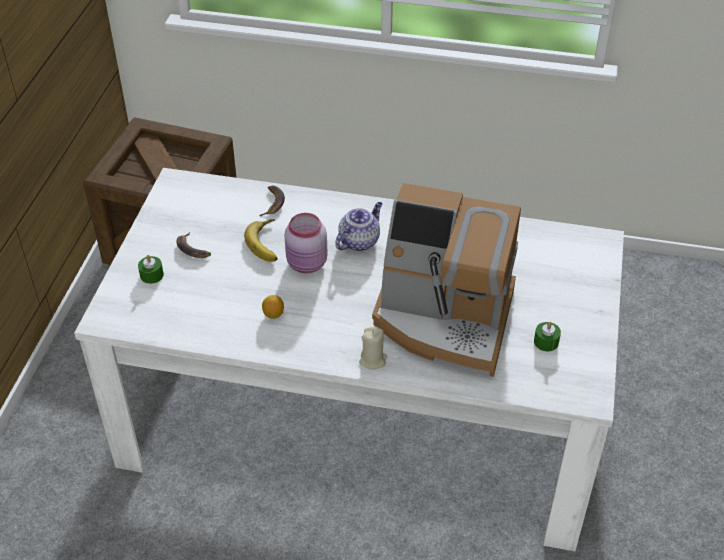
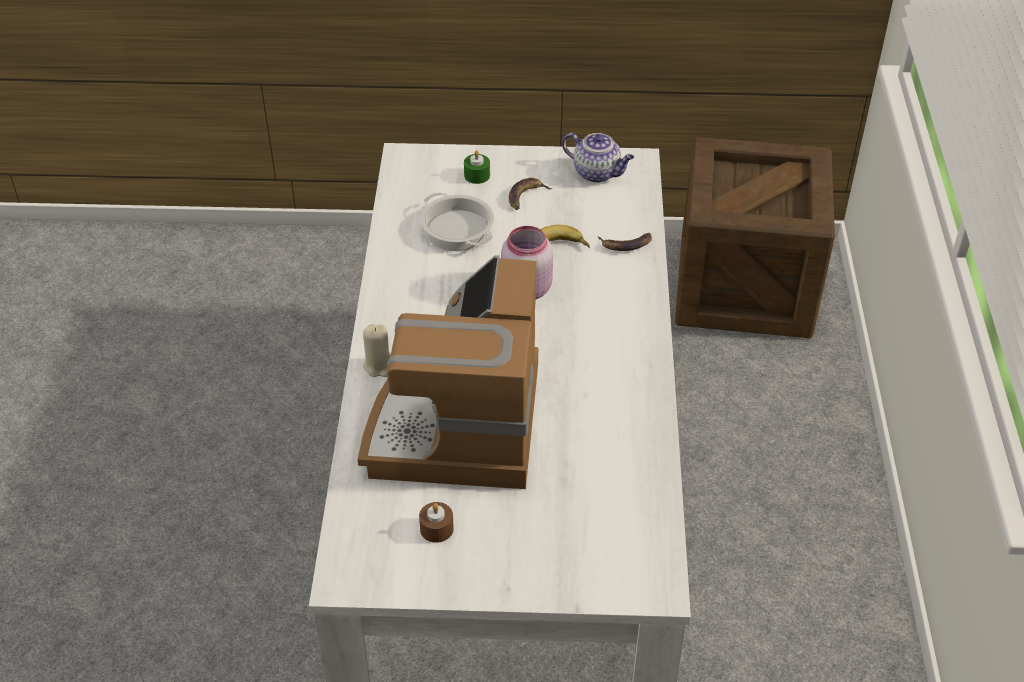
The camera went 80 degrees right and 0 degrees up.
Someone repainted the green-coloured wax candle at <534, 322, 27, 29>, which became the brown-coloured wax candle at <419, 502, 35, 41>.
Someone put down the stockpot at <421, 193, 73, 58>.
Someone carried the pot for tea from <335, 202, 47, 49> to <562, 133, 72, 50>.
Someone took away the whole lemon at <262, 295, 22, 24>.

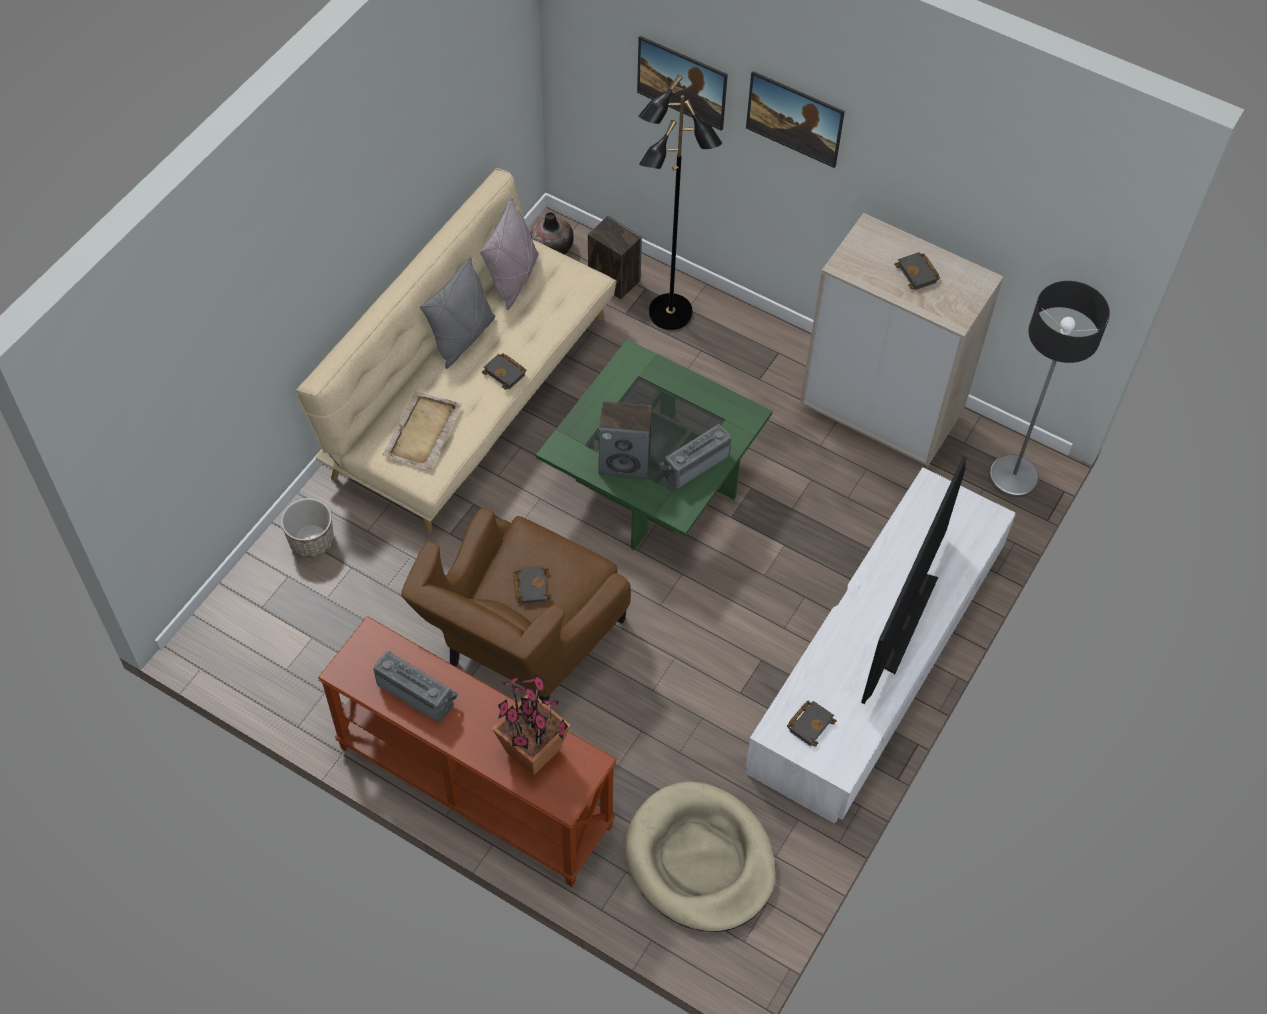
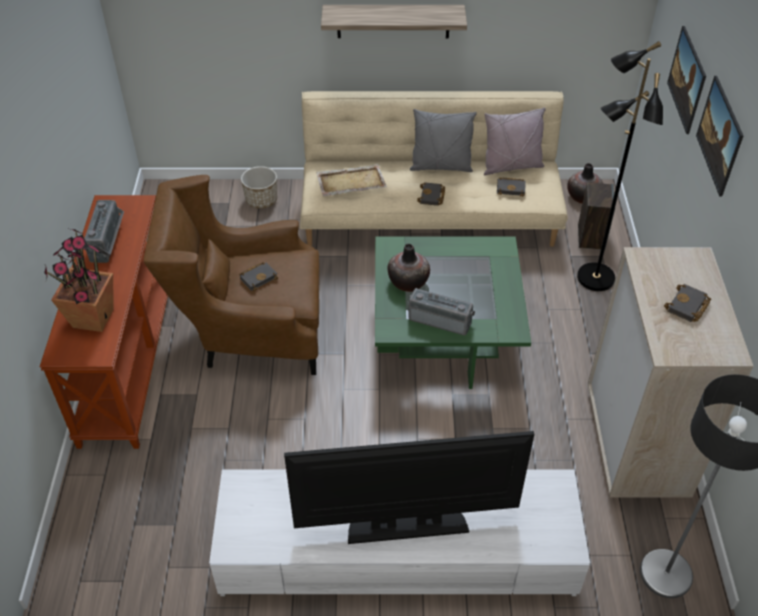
The camera went 60 degrees right and 10 degrees down.
Someone put up the wall shelf at <321, 5, 146, 33>.
Someone swapped the speaker at <598, 401, 54, 78> for the vase at <388, 244, 42, 48>.
Someone carried the black-coloured volume from <787, 700, 50, 47> to <497, 178, 29, 19>.
Someone took away the beige-coloured dog bed at <625, 781, 151, 151>.

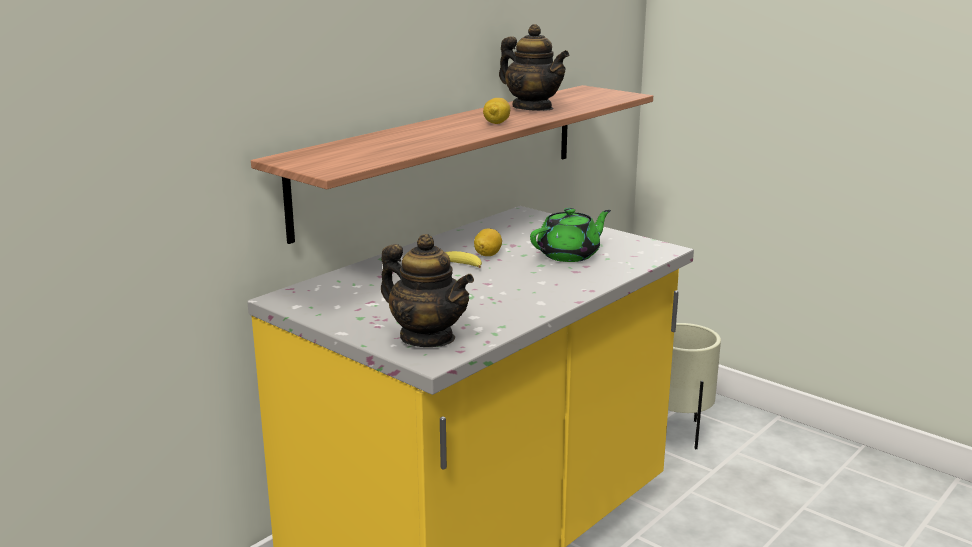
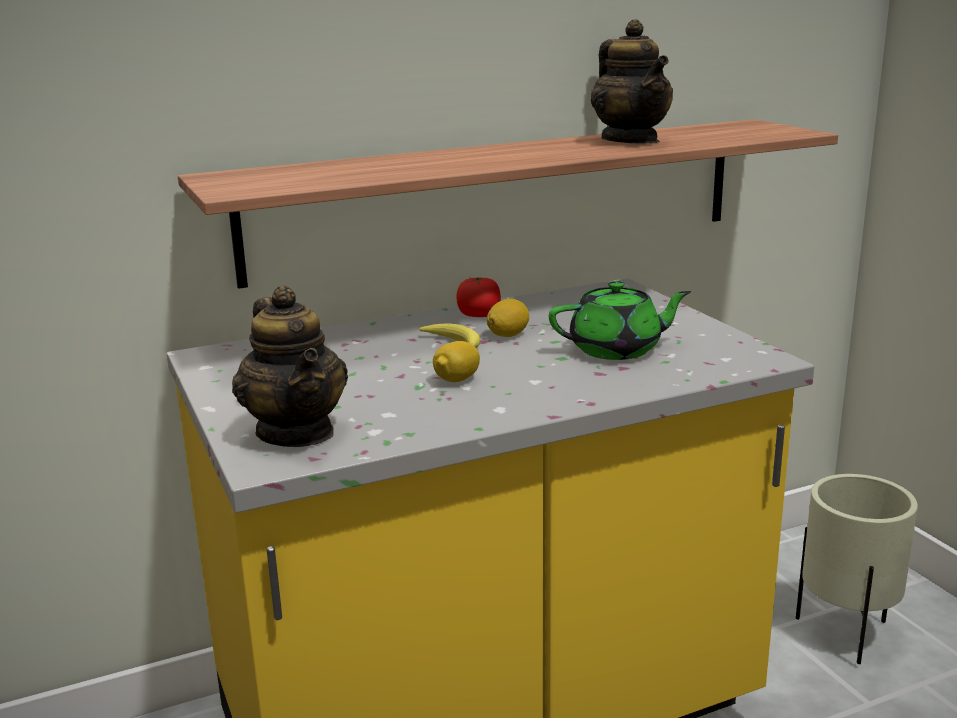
The camera went 25 degrees right and 0 degrees up.
Someone carried the whole lemon from <483, 98, 27, 26> to <433, 341, 47, 41>.
Someone put down the tomato at <456, 277, 45, 40>.

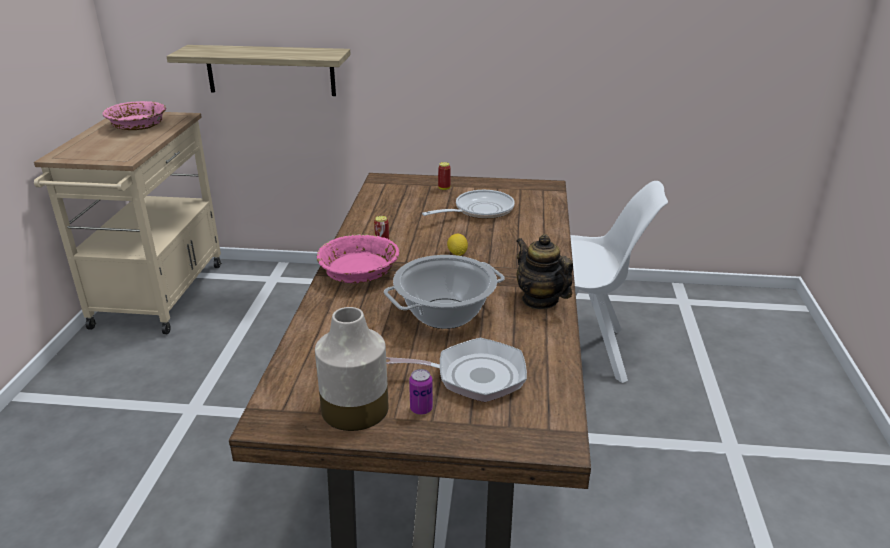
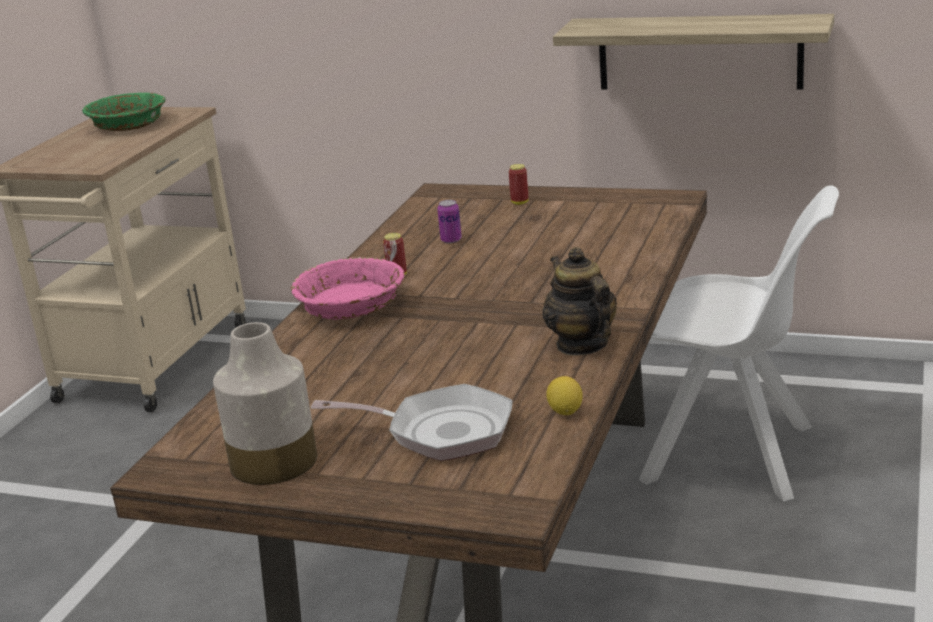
The camera went 15 degrees right and 5 degrees down.
Someone repainted the pink serving bowl at <102, 101, 64, 29>, which became the green-coloured serving bowl at <82, 93, 84, 38>.
Someone carried the sealed can from <409, 369, 24, 46> to <437, 200, 25, 43>.
Someone carried the whole lemon from <447, 234, 21, 22> to <546, 376, 37, 39>.
Someone carried the wall shelf from <166, 45, 185, 51> to <553, 14, 281, 75>.
Someone took away the stockpot at <384, 255, 121, 74>.
Someone took away the pan at <422, 190, 93, 29>.

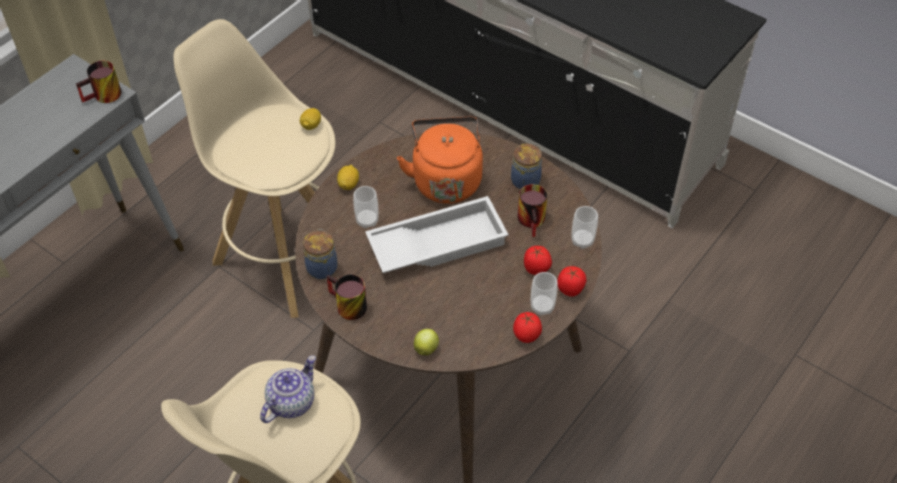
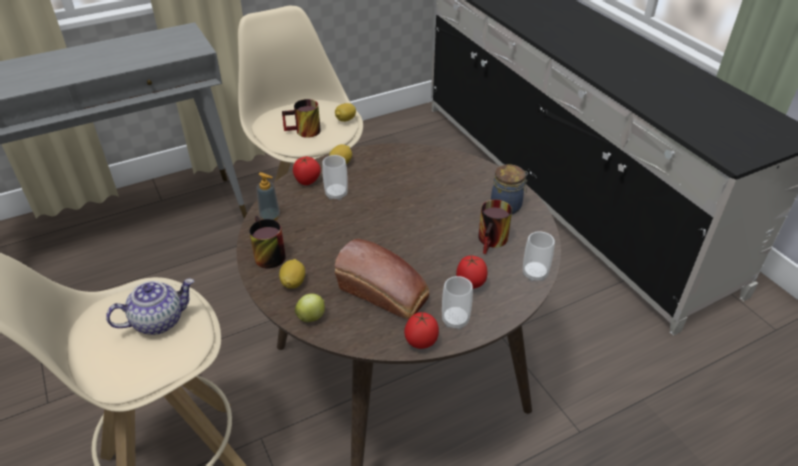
The camera went 25 degrees right and 10 degrees down.
Someone swapped the jar at <303, 229, 35, 50> for the soap bottle at <256, 172, 24, 48>.
Someone put down the whole lemon at <279, 259, 26, 30>.
Someone carried the mug from <76, 61, 46, 42> to <282, 99, 39, 39>.
Someone carried the tomato from <557, 266, 29, 31> to <293, 156, 28, 29>.
Someone put down the bakery bread at <334, 239, 95, 81>.
Someone took away the white serving tray at <365, 196, 144, 77>.
Someone took away the orangey water kettle at <397, 117, 86, 87>.

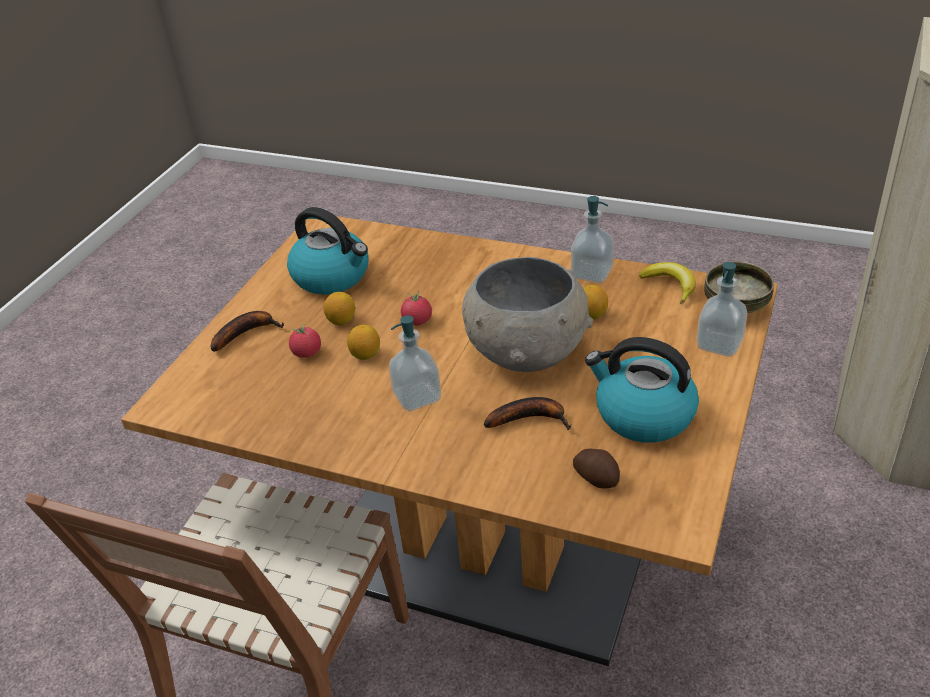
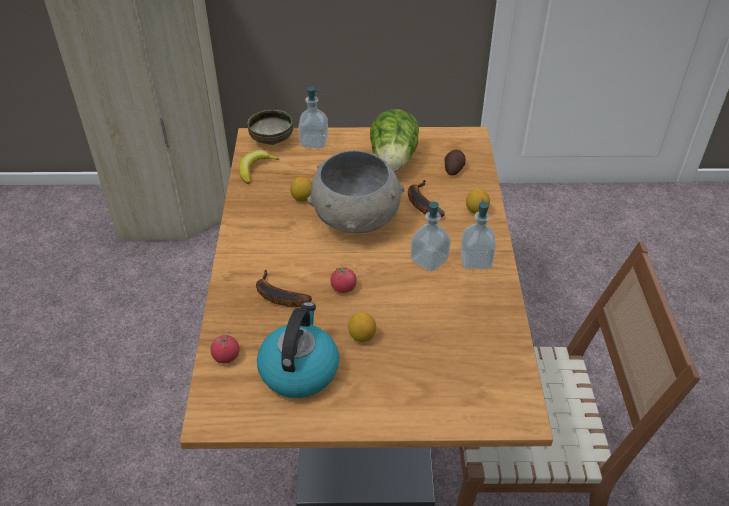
The camera went 115 degrees left and 5 degrees up.
Someone carried the tomato from <289, 324, 32, 34> to <211, 332, 28, 31>.
Someone carried the banana from <211, 311, 73, 41> to <256, 270, 56, 37>.
Someone swapped the water kettle at <585, 337, 114, 106> for the lettuce at <370, 109, 49, 62>.
Someone carried the soap bottle from <571, 196, 43, 87> to <461, 199, 35, 70>.
Someone carried the whole lemon from <347, 325, 33, 35> to <466, 189, 24, 25>.

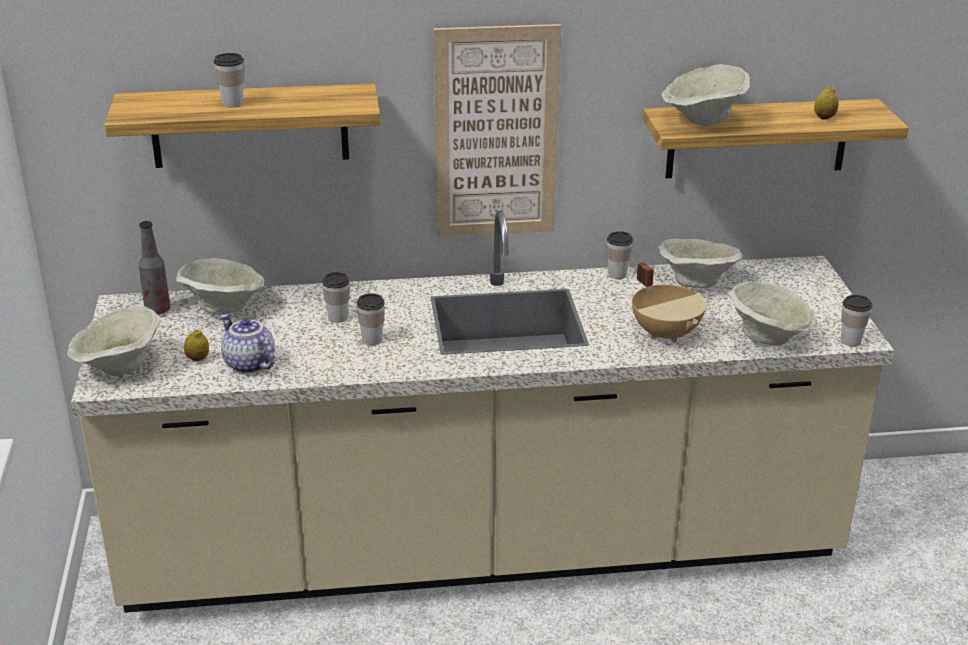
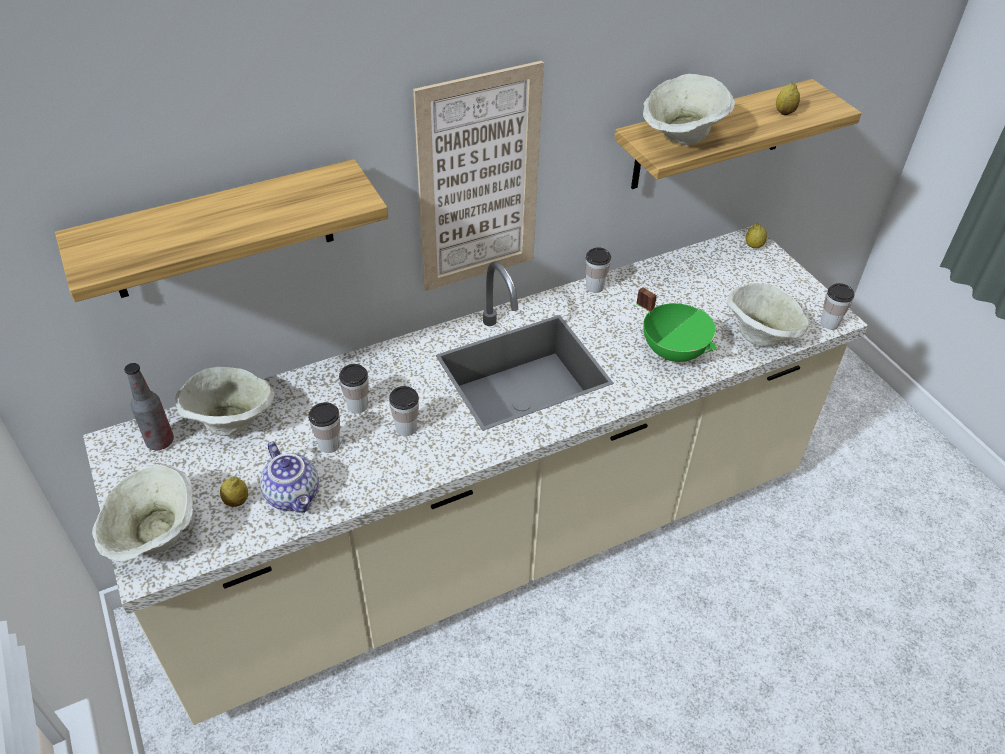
The camera went 20 degrees left and 15 degrees up.
Someone rotated the pot for tea at <220, 314, 55, 59> by 150 degrees counterclockwise.
Someone carried the drinking cup from <213, 53, 31, 55> to <308, 402, 32, 51>.
Someone repainted the beige-coloured stockpot at <632, 262, 75, 80>, which became the green-coloured stockpot at <636, 287, 82, 75>.
Someone put down the whole lemon at <746, 223, 21, 25>.
Someone took away the beige-coloured serving bowl at <658, 239, 84, 49>.

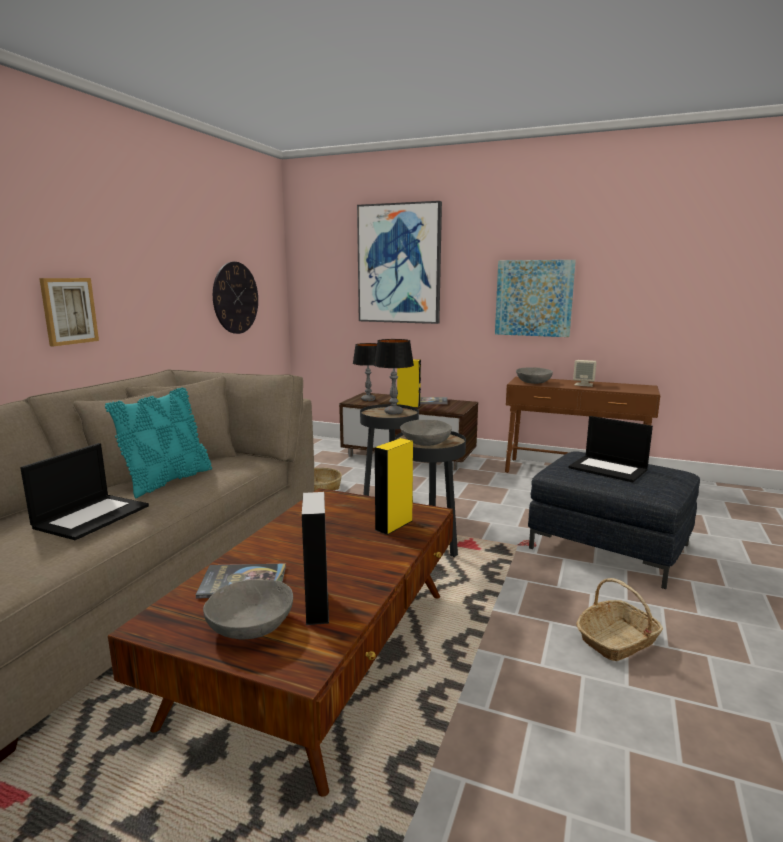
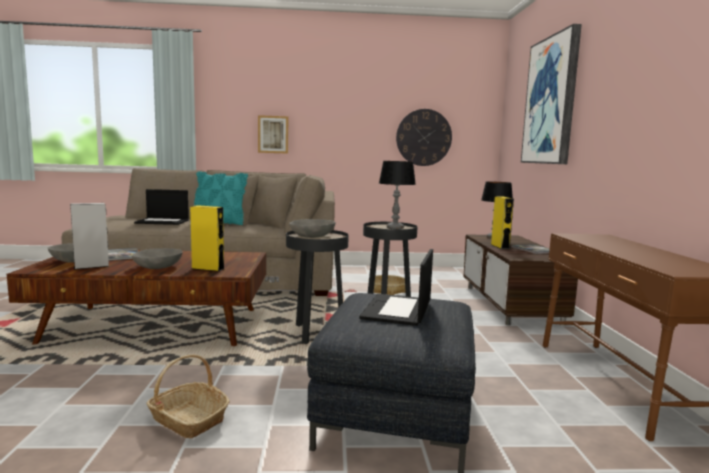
The camera went 65 degrees right and 5 degrees down.
Someone carried the grey serving bowl from <516, 367, 37, 17> to <132, 248, 51, 21>.
Someone took away the picture at <495, 260, 81, 77>.
Someone took away the beige-coloured speaker at <573, 360, 24, 27>.

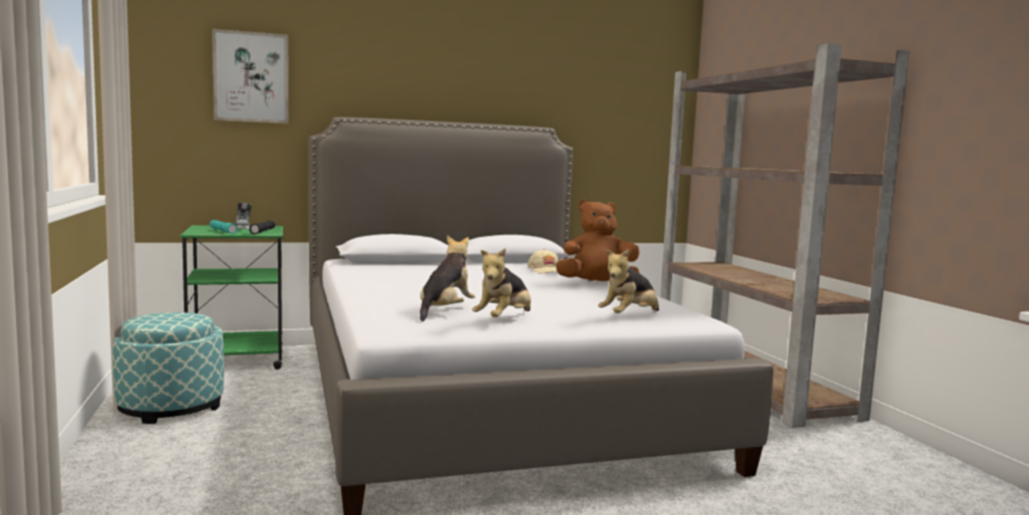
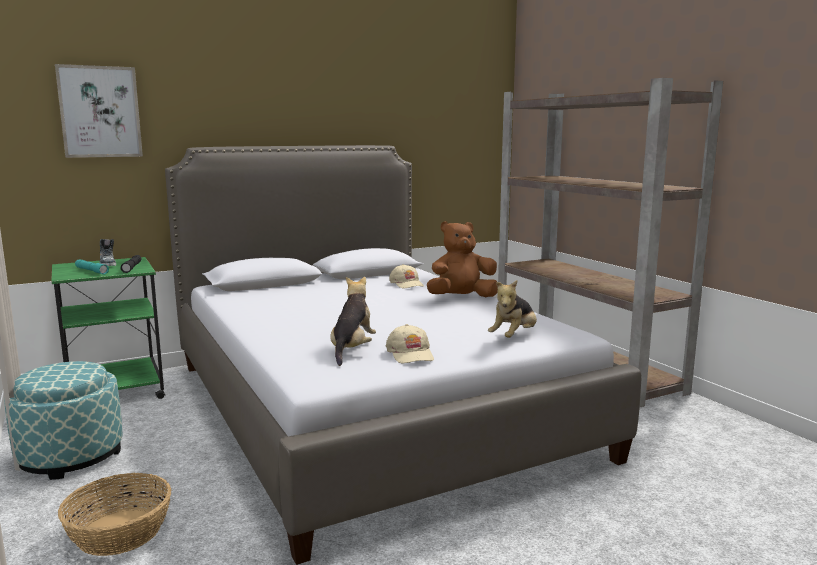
The camera went 10 degrees left and 5 degrees up.
Someone put down the household basket at <58, 473, 113, 83>.
Someone swapped the cuddly toy at <472, 248, 59, 69> for the beige-coloured cap at <386, 324, 48, 40>.

